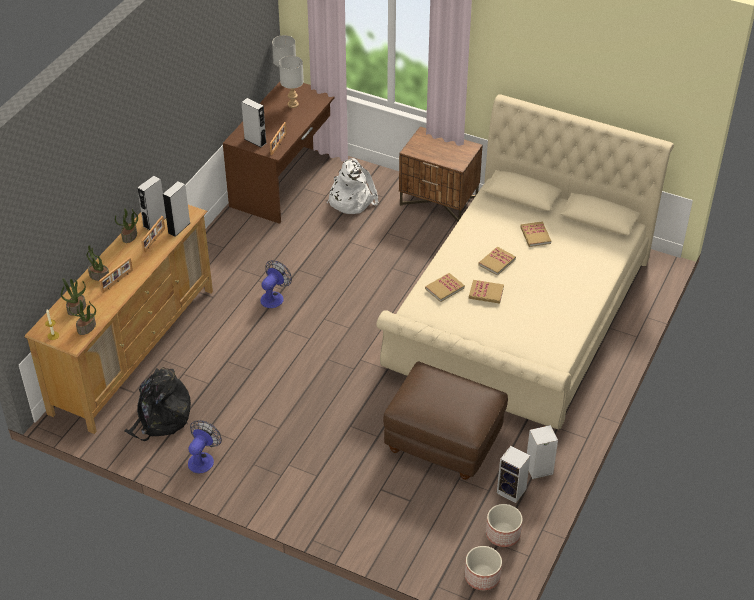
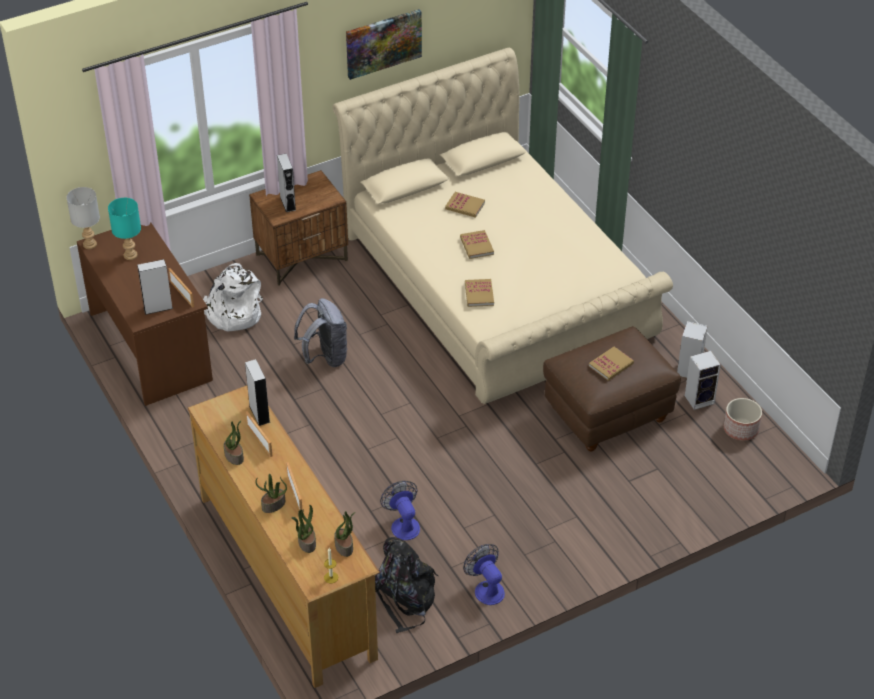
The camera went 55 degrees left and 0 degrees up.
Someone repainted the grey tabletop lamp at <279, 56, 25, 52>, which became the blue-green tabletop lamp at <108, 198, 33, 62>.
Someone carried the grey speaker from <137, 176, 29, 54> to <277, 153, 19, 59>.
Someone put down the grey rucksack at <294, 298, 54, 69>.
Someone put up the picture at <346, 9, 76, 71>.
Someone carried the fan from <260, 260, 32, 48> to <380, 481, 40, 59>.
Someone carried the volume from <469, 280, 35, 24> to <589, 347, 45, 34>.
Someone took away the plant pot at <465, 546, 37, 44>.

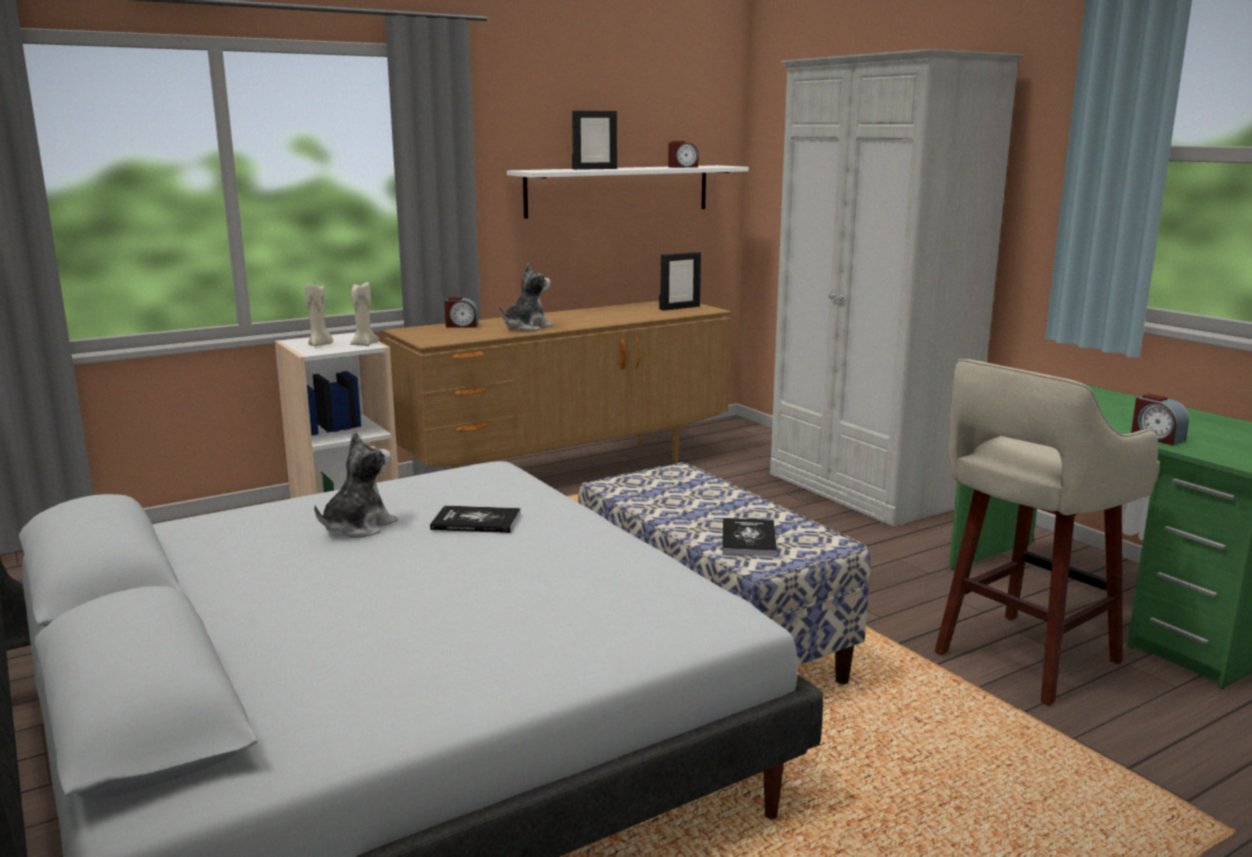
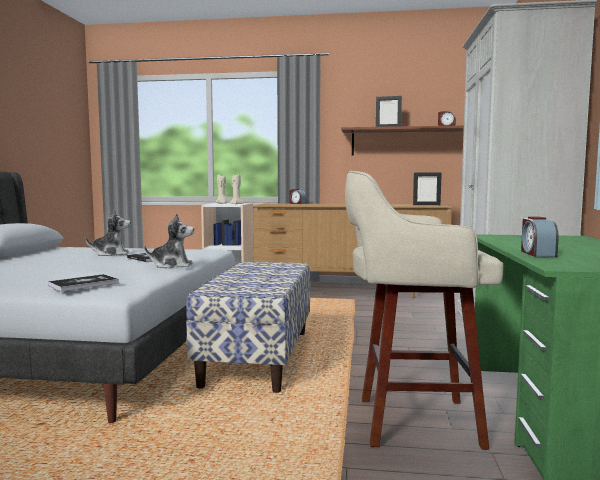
The camera went 40 degrees right and 10 degrees down.
Someone carried the volume from <722, 518, 55, 39> to <48, 274, 71, 17>.
Someone carried the cuddly toy from <499, 263, 54, 68> to <144, 214, 50, 55>.
Someone repainted the white wall shelf at <507, 165, 242, 53>, which became the brown-coloured wall shelf at <341, 125, 123, 30>.

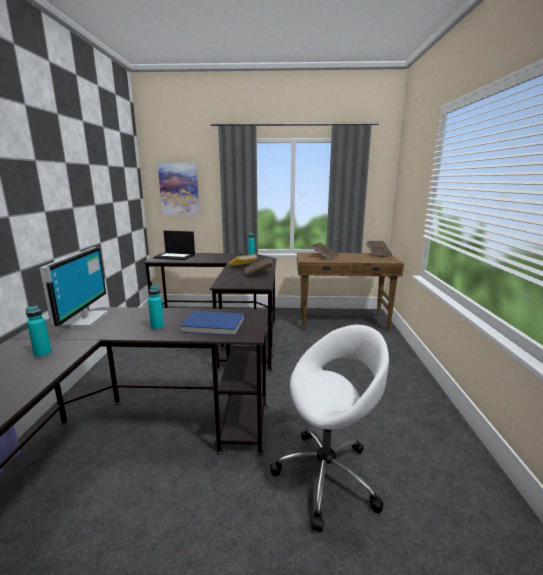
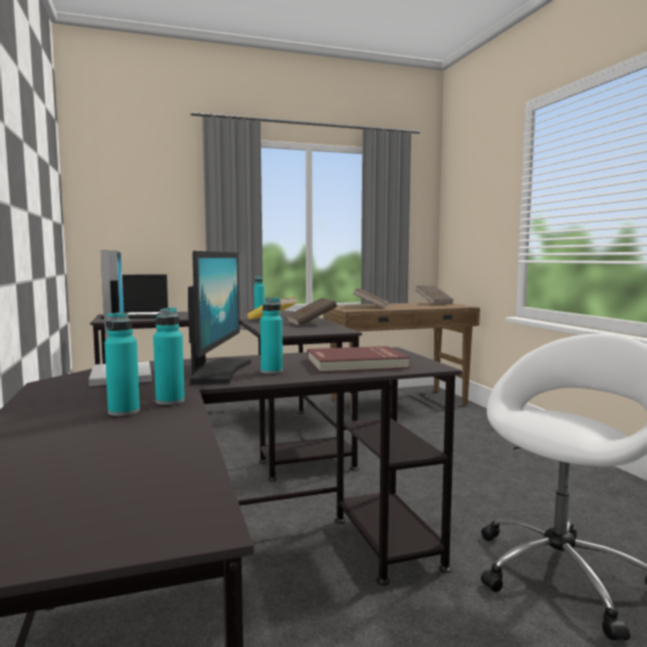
The camera went 20 degrees left and 10 degrees down.
Someone put down the blue-green bottle at <153, 307, 32, 98>.
Someone put down the computer display at <188, 251, 63, 133>.
Someone repainted the blue volume at <180, 311, 65, 25>, which became the red-coloured volume at <307, 346, 103, 26>.
Someone took away the picture at <158, 163, 42, 52>.

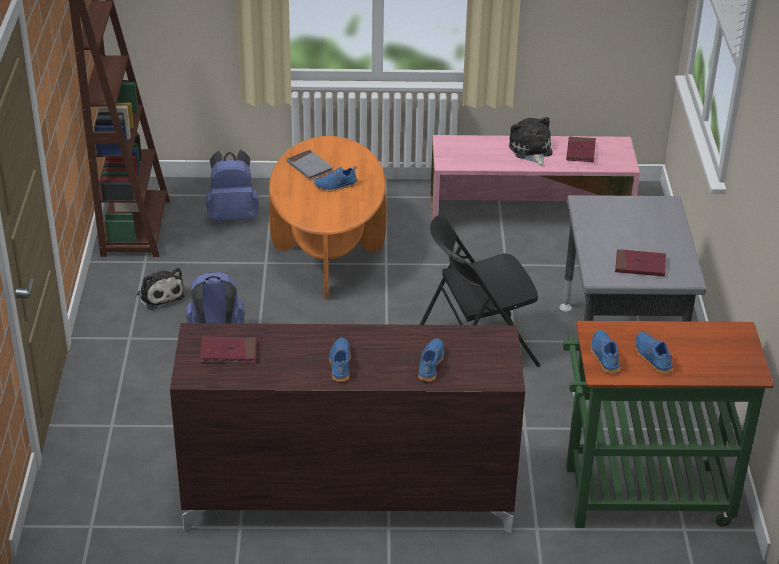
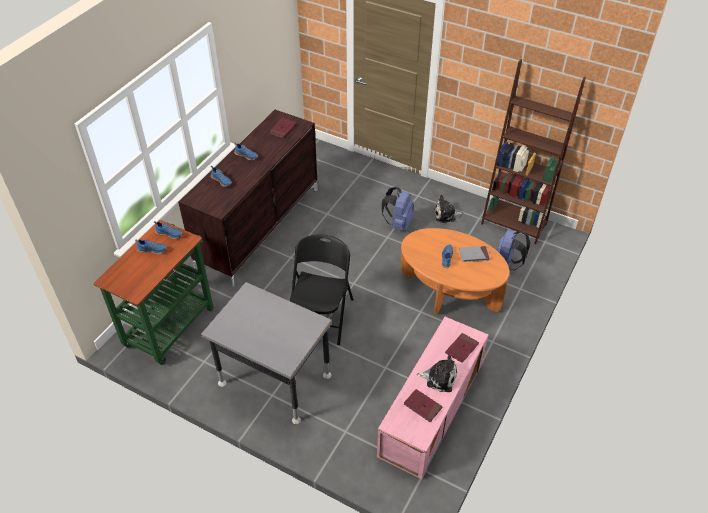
The camera went 120 degrees right and 10 degrees up.
Someone carried the red-coloured volume from <615, 249, 51, 27> to <445, 333, 34, 30>.

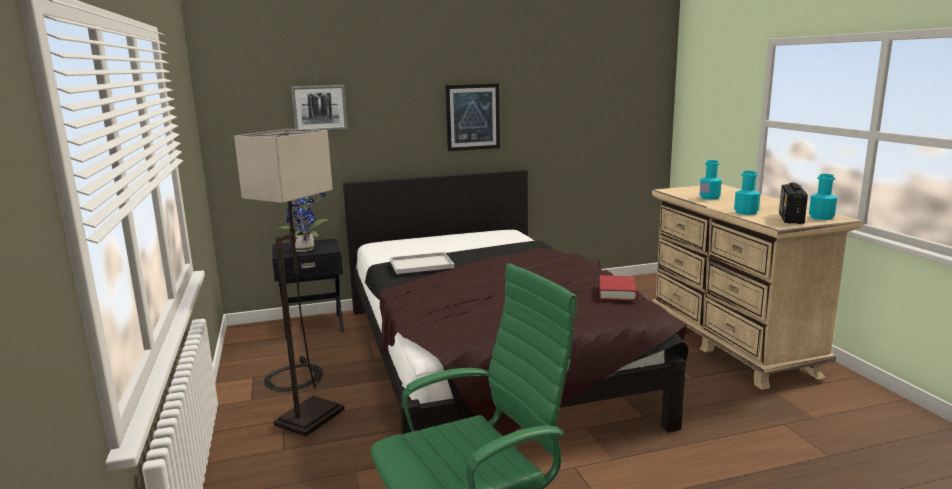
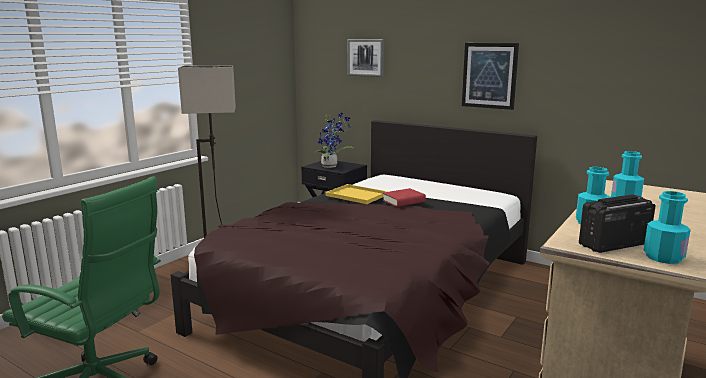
The camera went 50 degrees right and 0 degrees up.
Someone repainted the white serving tray at <390, 252, 64, 22>, which became the yellowish serving tray at <326, 184, 62, 20>.
Someone carried the red-coloured volume from <599, 275, 38, 26> to <382, 188, 44, 19>.

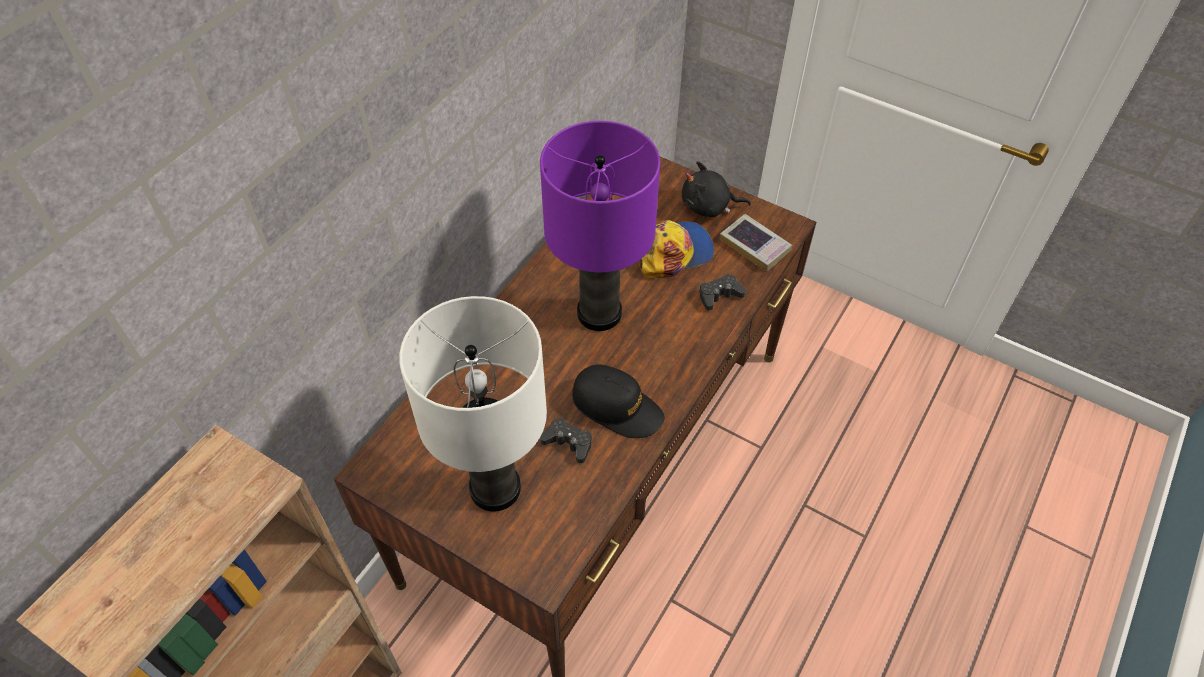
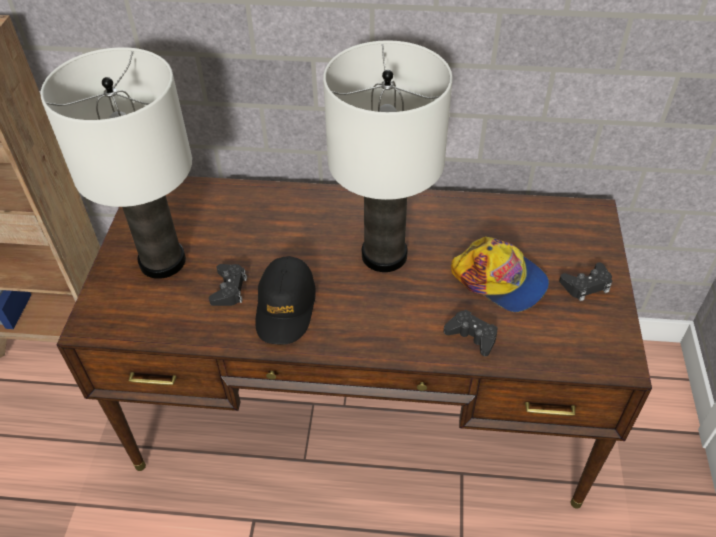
The camera went 65 degrees right and 5 degrees down.
Someone repainted the purple tabletop lamp at <540, 121, 120, 210>, which became the white tabletop lamp at <323, 40, 130, 232>.
Someone swapped the black-coloured cuddly toy at <682, 161, 69, 56> for the black-coloured joypad at <559, 262, 53, 39>.
Someone took away the volume at <720, 214, 72, 58>.

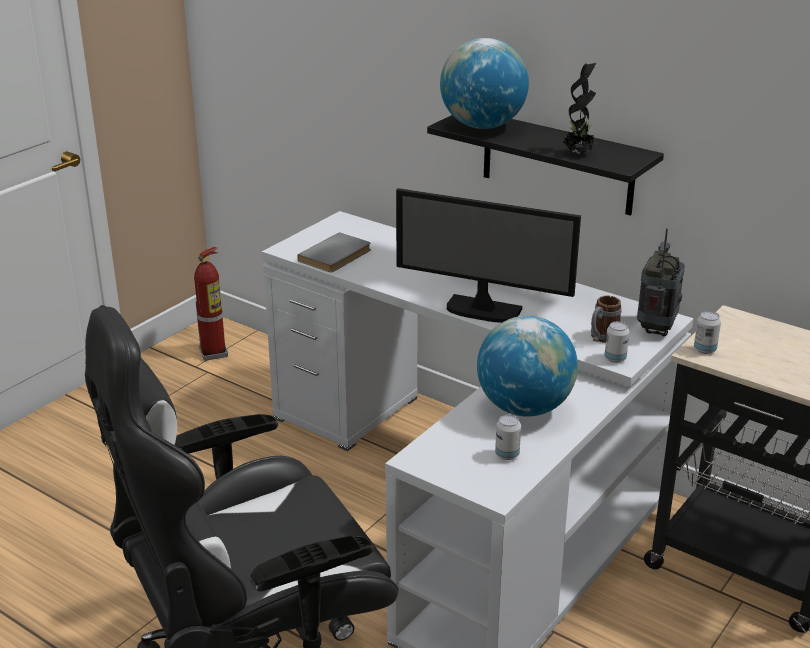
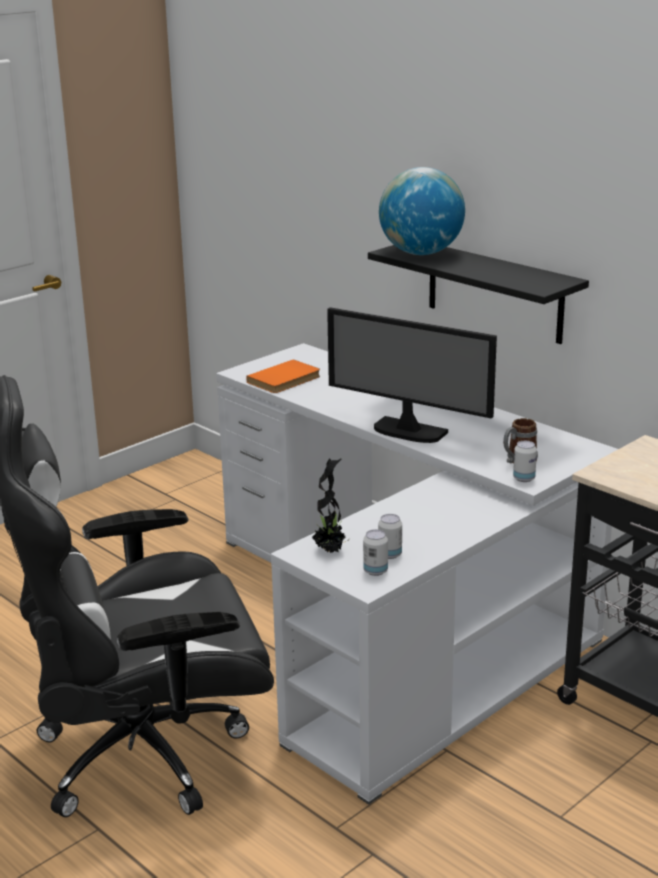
The camera went 10 degrees right and 5 degrees down.
Someone repainted the grey volume at <297, 232, 74, 40>, which became the orangey volume at <246, 359, 74, 34>.
Someone carried the houseplant from <563, 63, 34, 92> to <312, 458, 36, 95>.
Someone carried the sealed can from <694, 311, 27, 43> to <363, 529, 25, 47>.
Someone took away the extinguisher at <194, 247, 34, 114>.
Someone took away the globe at <477, 316, 101, 101>.
Someone took away the radio set at <637, 228, 48, 108>.

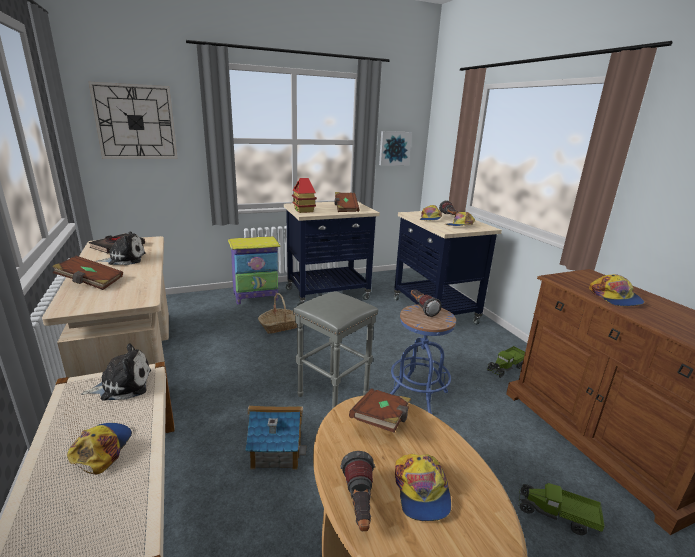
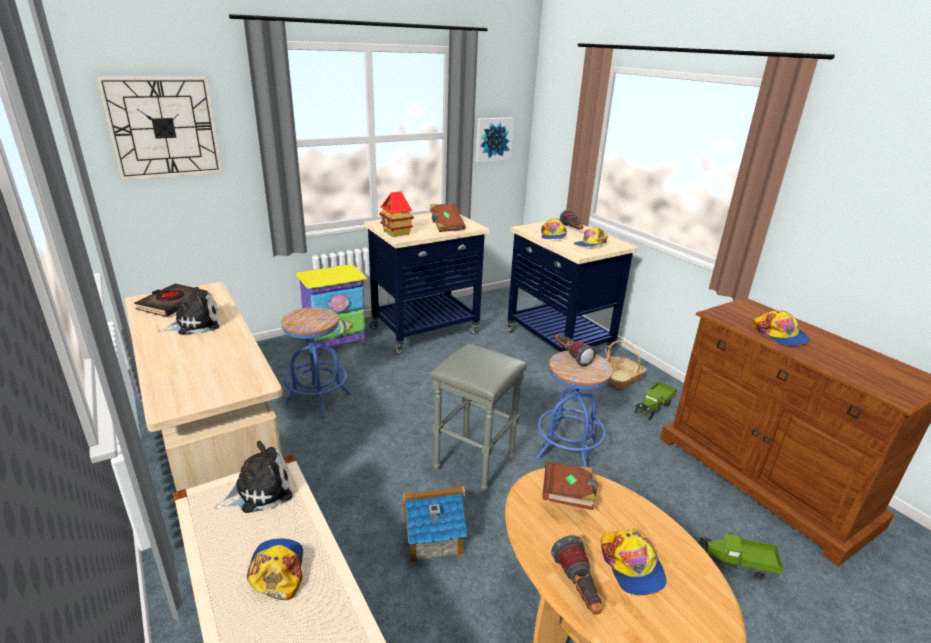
The camera went 10 degrees left and 5 degrees up.
Someone put down the blue sitting stool at <281, 307, 70, 111>.
Someone carried the household basket from <258, 293, 39, 41> to <606, 340, 41, 50>.
Someone took away the brown-coloured volume at <52, 256, 71, 34>.

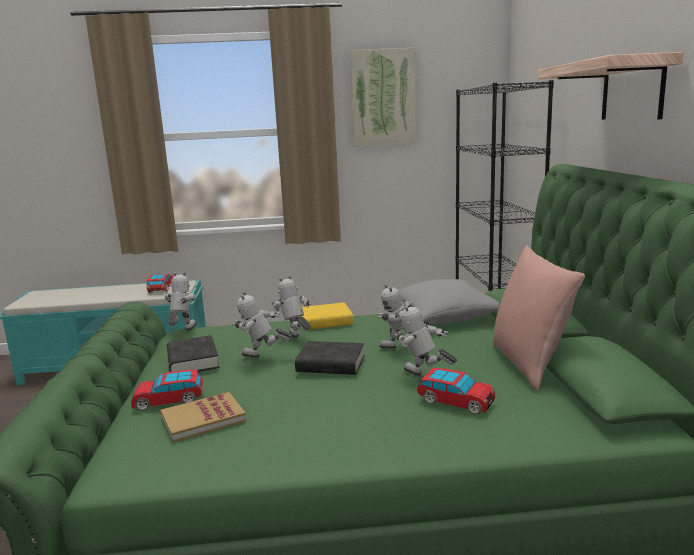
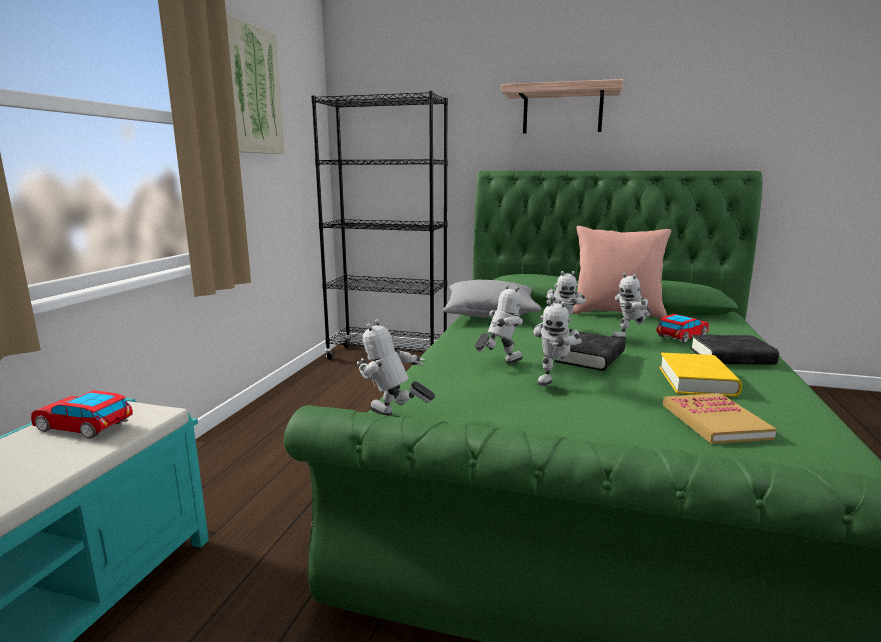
The camera went 70 degrees left and 0 degrees up.
Someone rotated the robot figure at <271, 275, 40, 63> by 150 degrees clockwise.
Someone carried the yellowish volume from <302, 302, 51, 28> to <659, 353, 83, 44>.
Someone carried the black-coloured volume from <167, 335, 53, 37> to <690, 335, 89, 30>.
Someone took away the miniature car at <131, 370, 72, 41>.

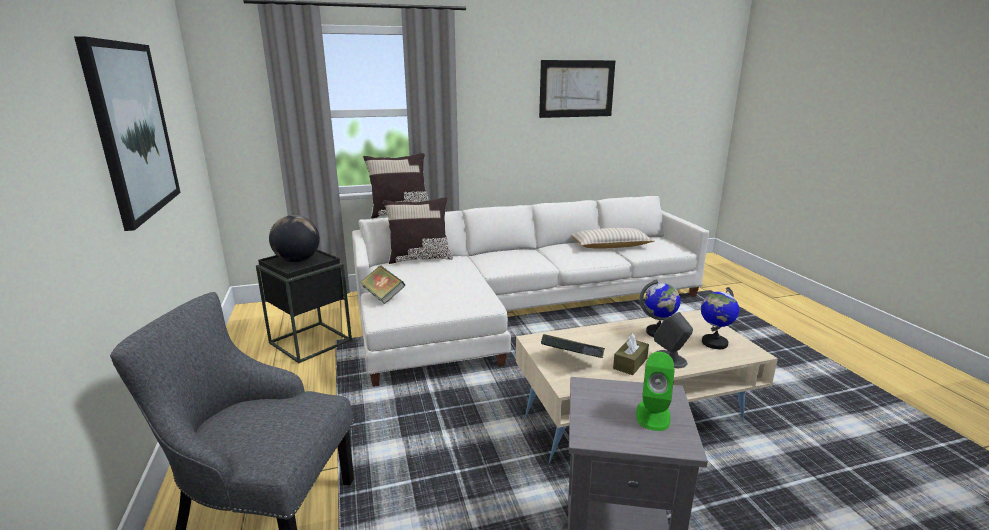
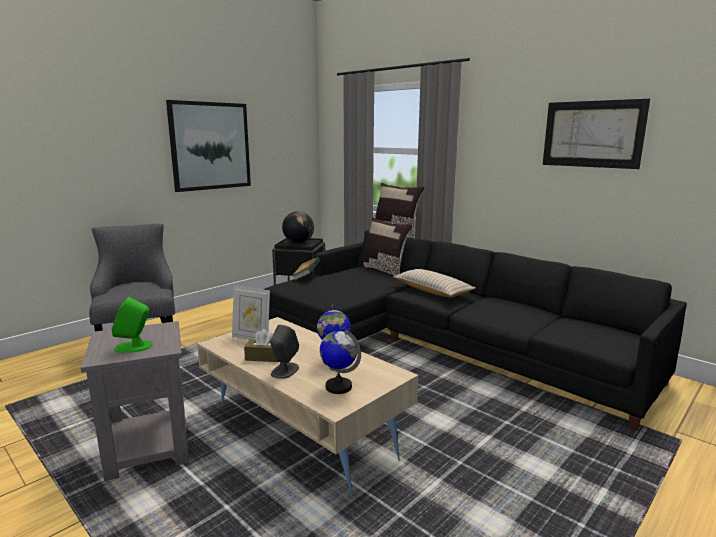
The camera went 60 degrees right and 5 degrees down.
Someone swapped the volume at <541, 334, 64, 24> for the photo frame at <232, 286, 38, 54>.
Someone repainted the white settee at <352, 196, 357, 191>, which became the black-coloured settee at <263, 230, 424, 200>.
Someone carried the beige-coloured throw pillow from <571, 228, 84, 21> to <393, 269, 83, 29>.

